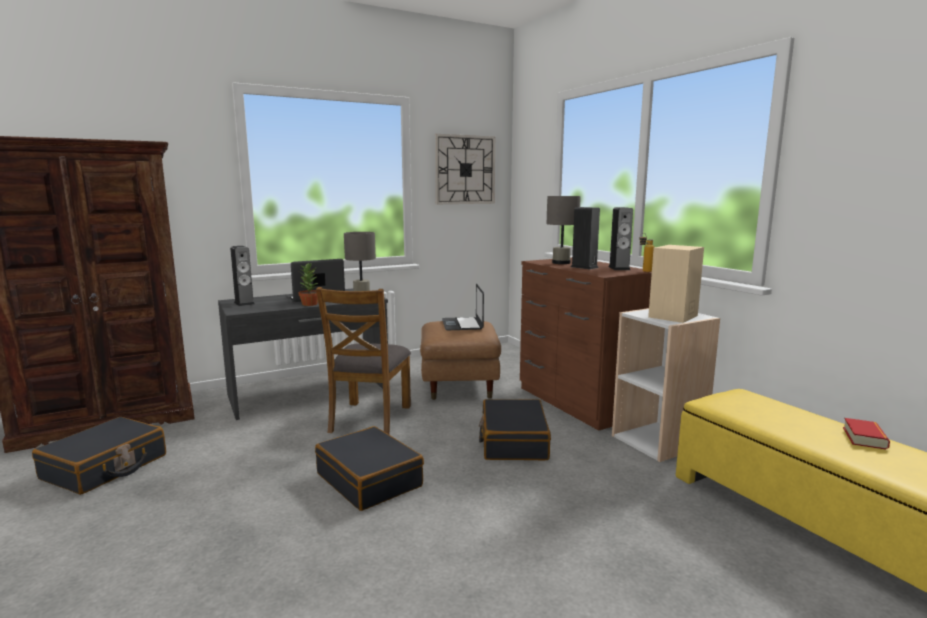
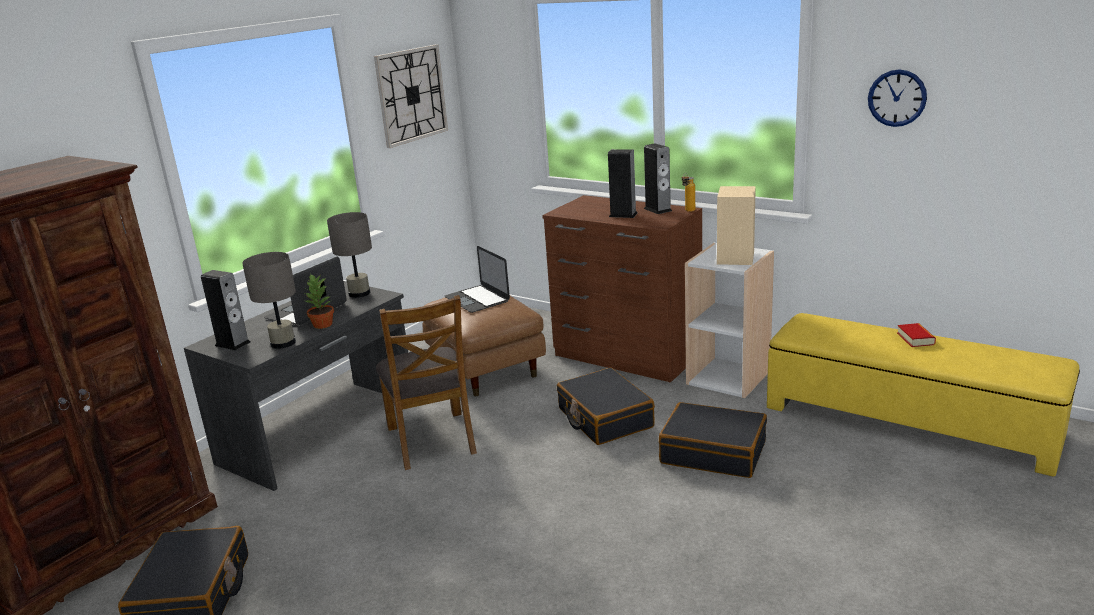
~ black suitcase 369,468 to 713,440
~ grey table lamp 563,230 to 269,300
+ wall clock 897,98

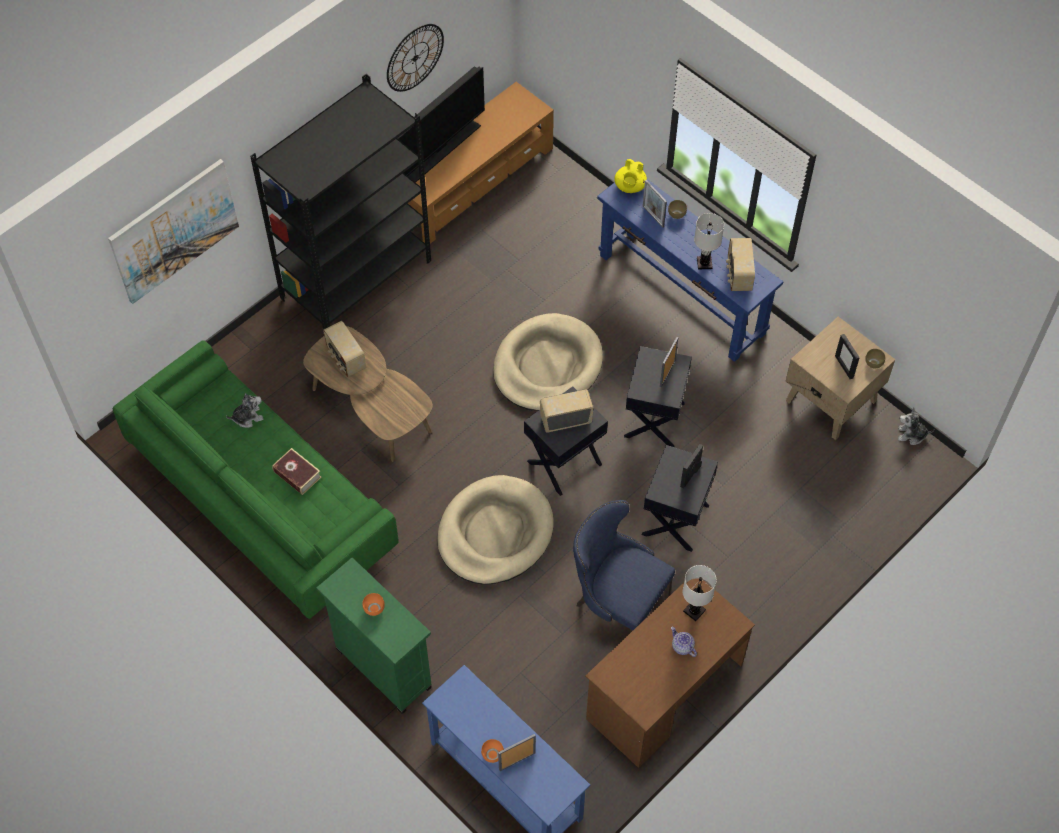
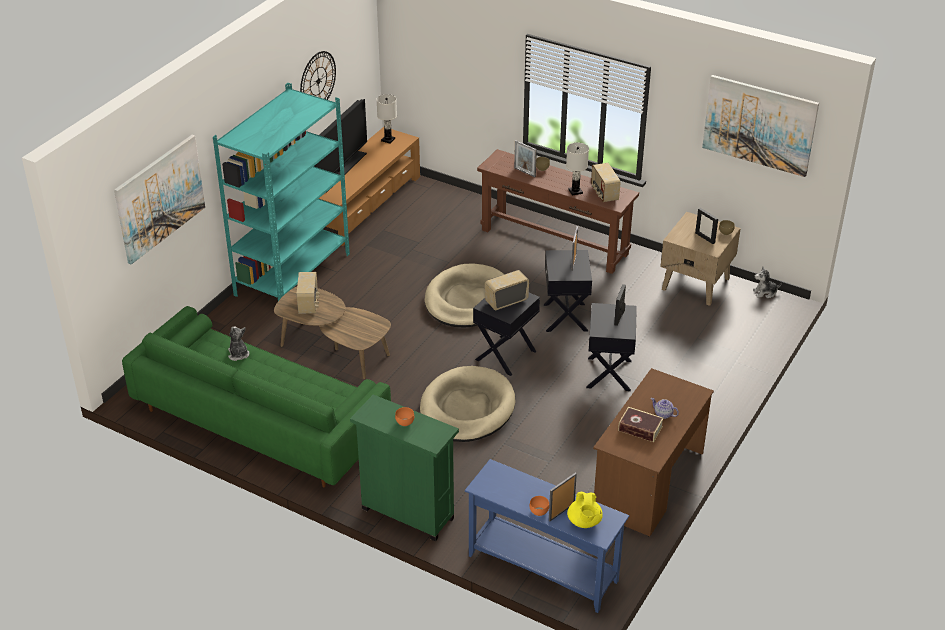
~ plush toy 244,410 = 238,344 75 degrees counterclockwise
~ black bookcase 340,202 to turquoise bookcase 281,192
~ book 296,471 to 641,424
~ radio 344,349 = 308,293 135 degrees counterclockwise
- blue chair 624,566
~ blue console table 690,270 to brown console table 558,211
~ yellow teapot 630,176 to 585,510
~ white table lamp 700,593 to 386,119
+ picture 760,126

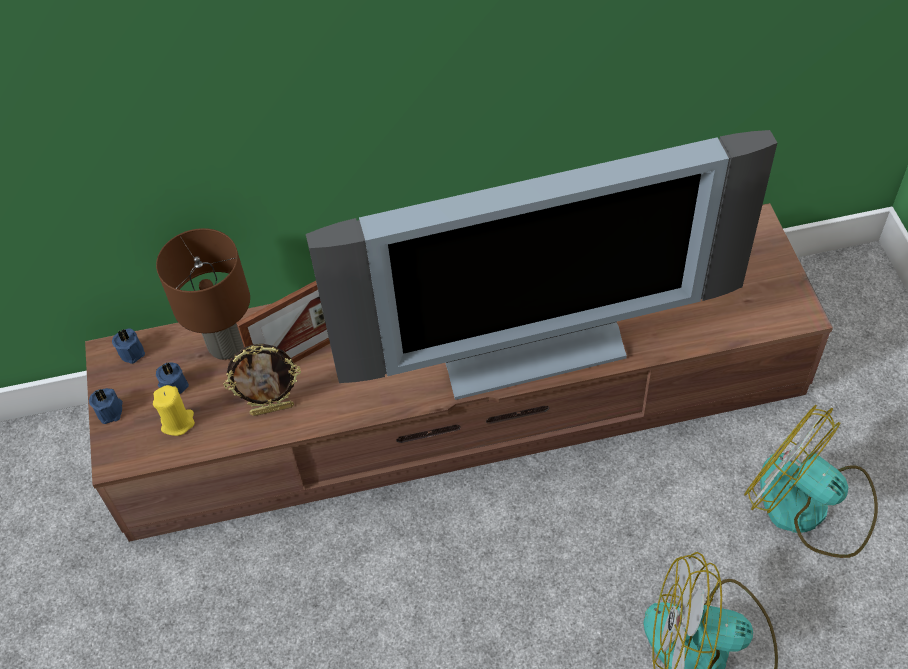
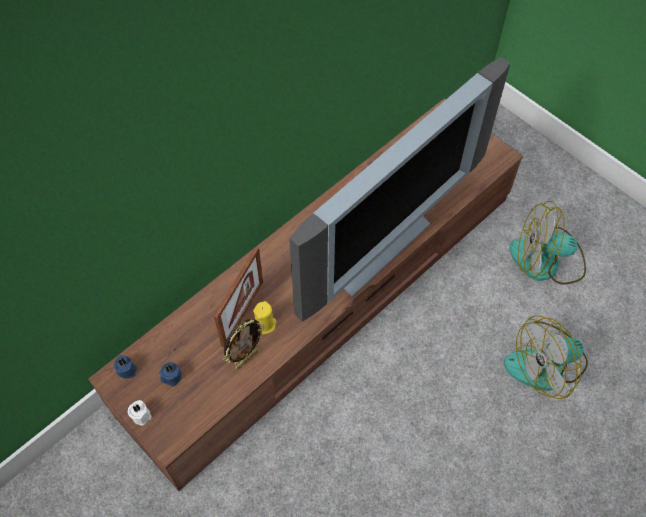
~ blue candle 106,406 to white candle 140,413
~ yellow candle 174,410 to 264,318
- brown table lamp 203,294

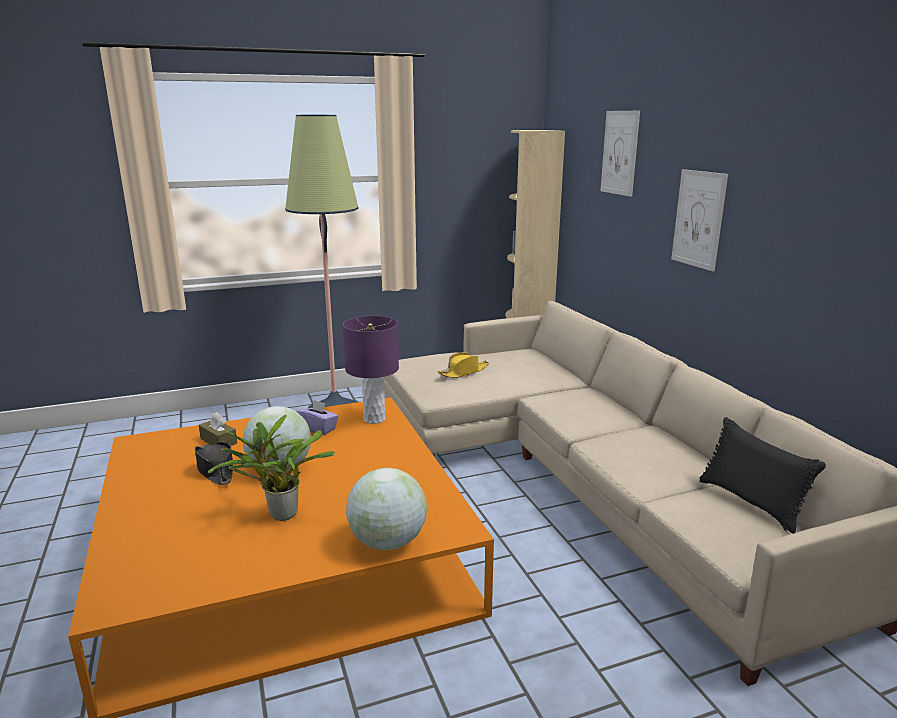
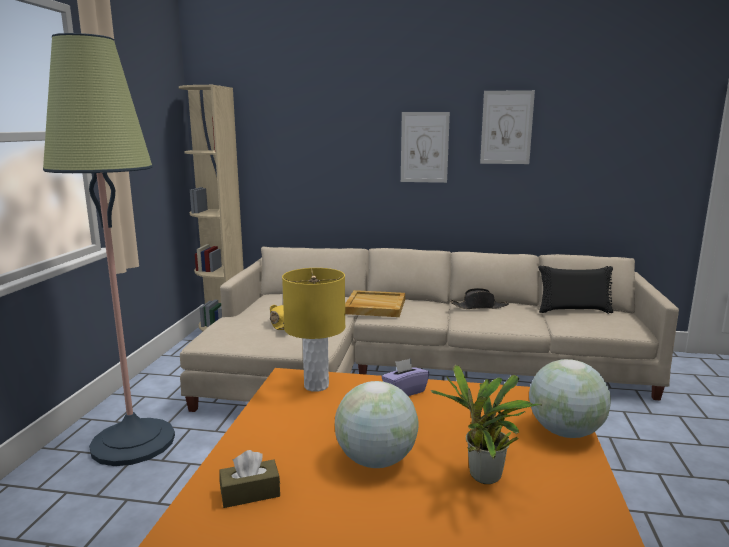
~ black hat 214,463 to 479,298
~ purple tissue box 317,417 to 405,377
~ purple table lamp 371,370 to yellow table lamp 313,330
~ picture 620,154 to 507,127
+ beige tray 375,303

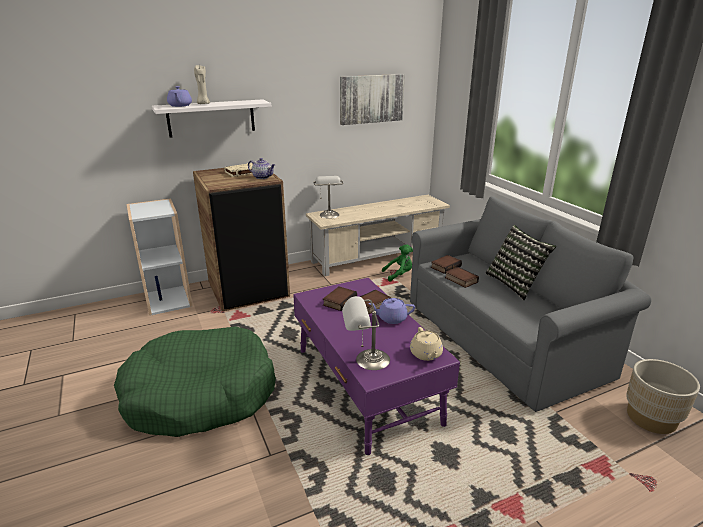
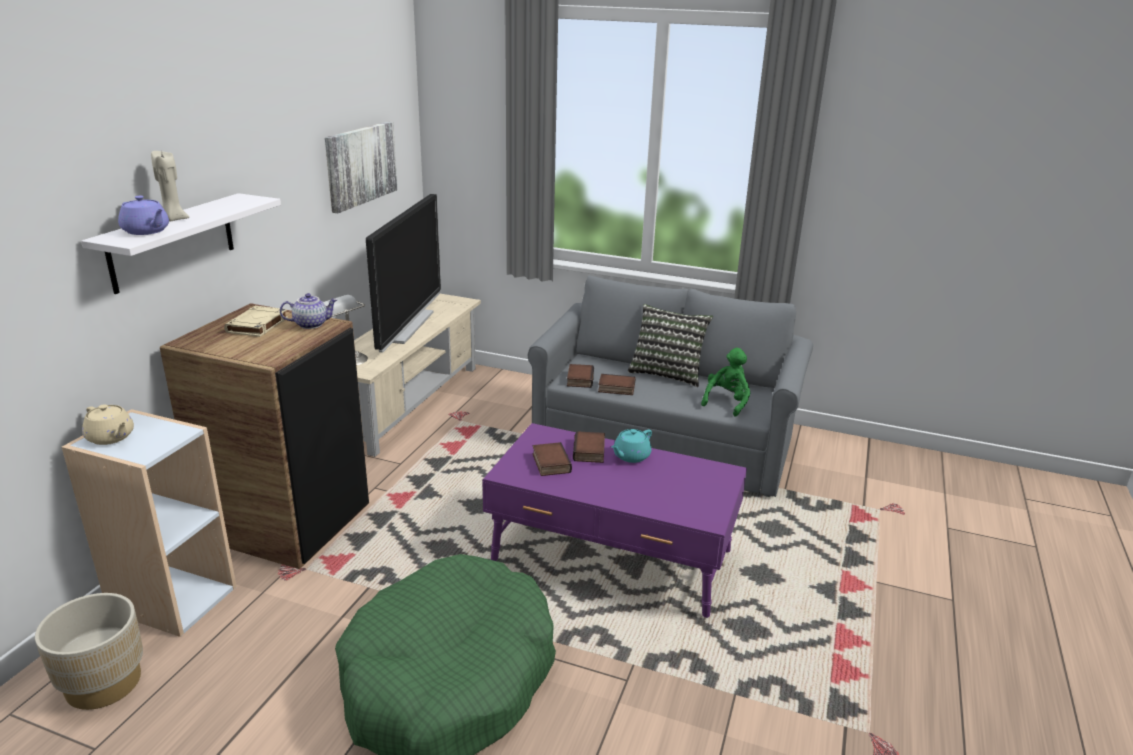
- white table lamp 366,333
~ purple teapot 391,311 to turquoise teapot 631,446
~ green plush toy 397,263 to 725,382
~ beige teapot 426,344 to 108,424
~ beige planter 663,396 to 89,651
+ television 403,273

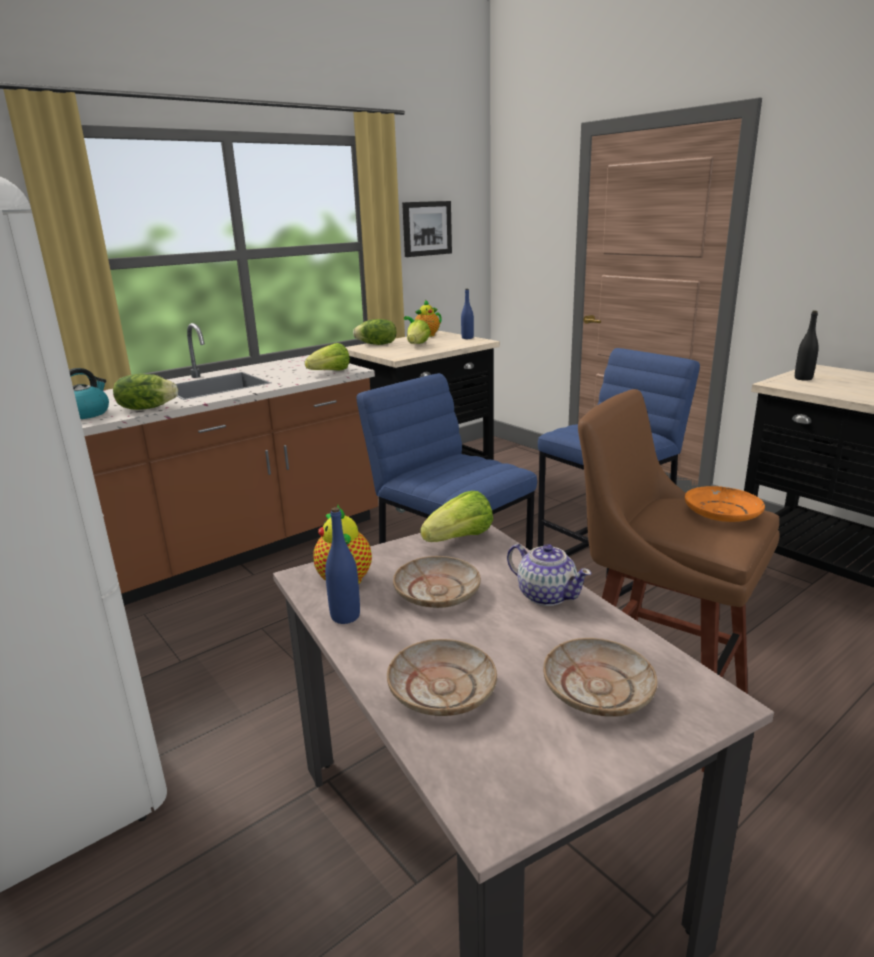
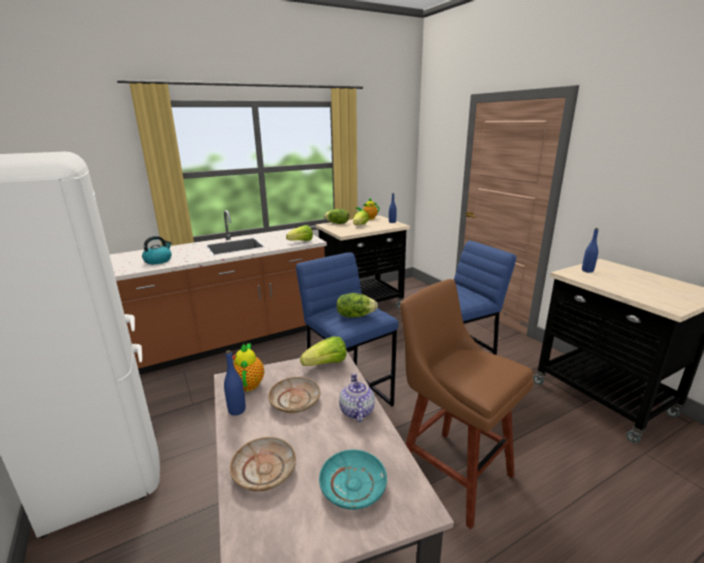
~ lettuce 145,392 to 357,305
- picture 427,229
~ teapot 549,575 = 357,397 150 degrees counterclockwise
~ beige plate 600,677 to turquoise plate 353,480
- orange plate 725,504
~ black bottle 807,346 to blue bottle 590,250

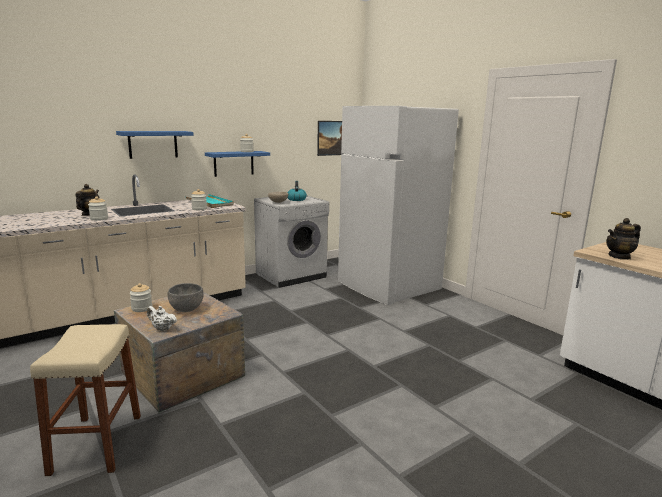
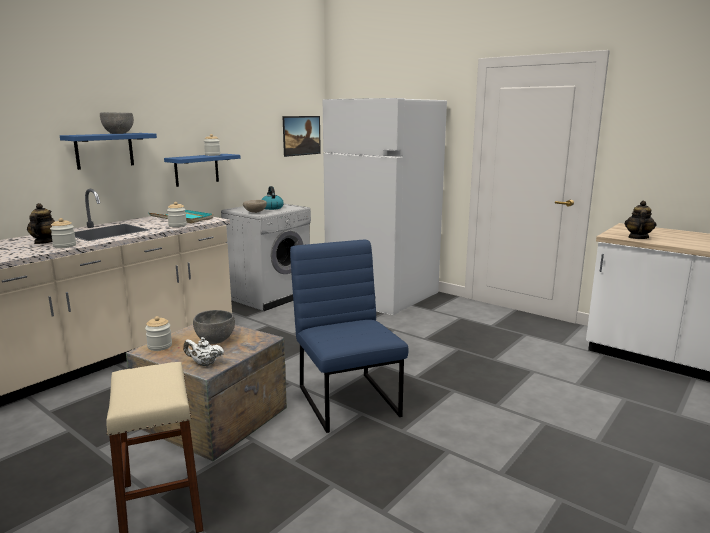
~ teapot 623,239 = 640,220 150 degrees clockwise
+ grey bowl 117,123
+ blue chair 349,336

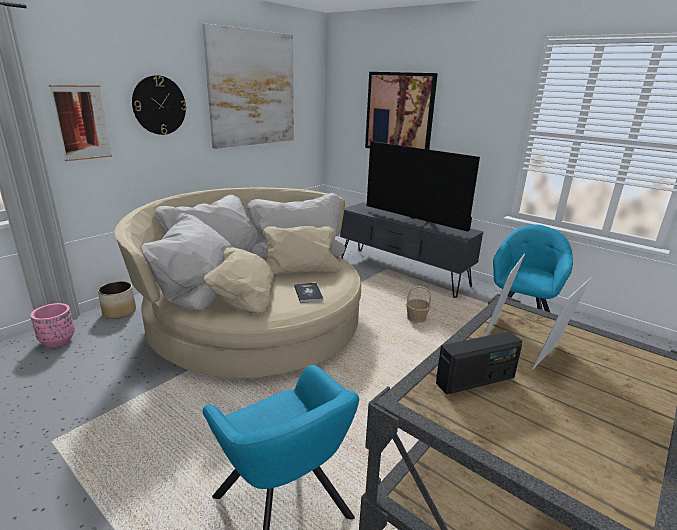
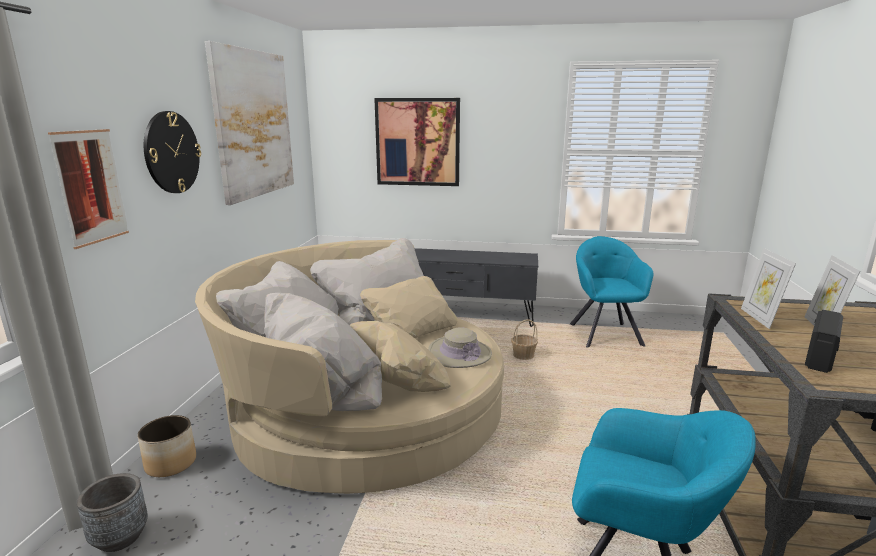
~ pink planter 52,325 to grey planter 112,512
~ book 309,293 to beige hat 460,347
- television 423,186

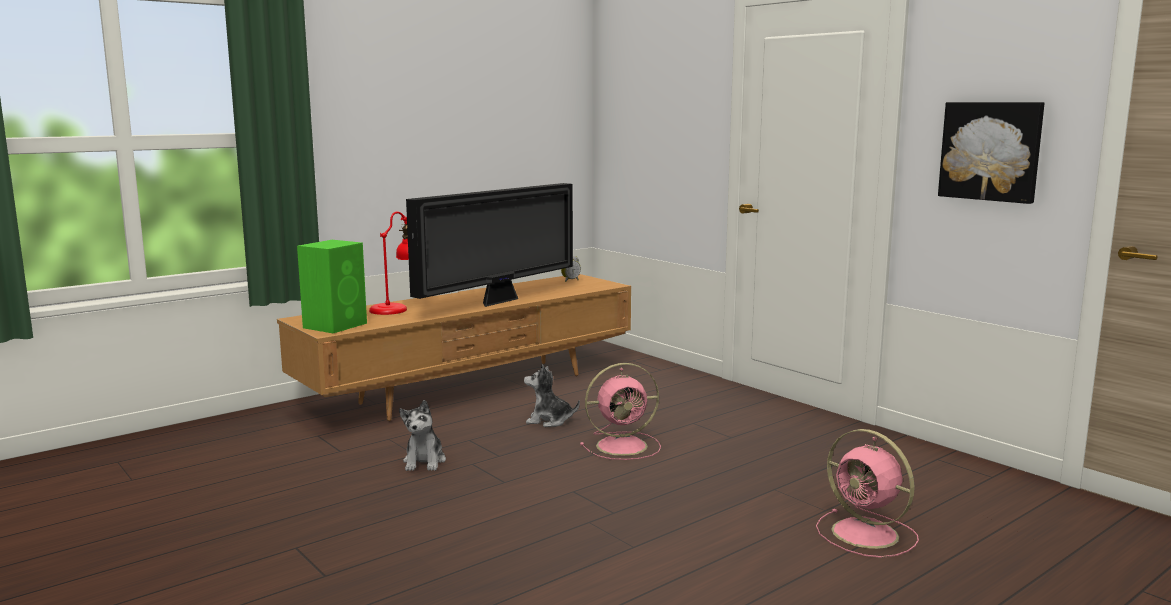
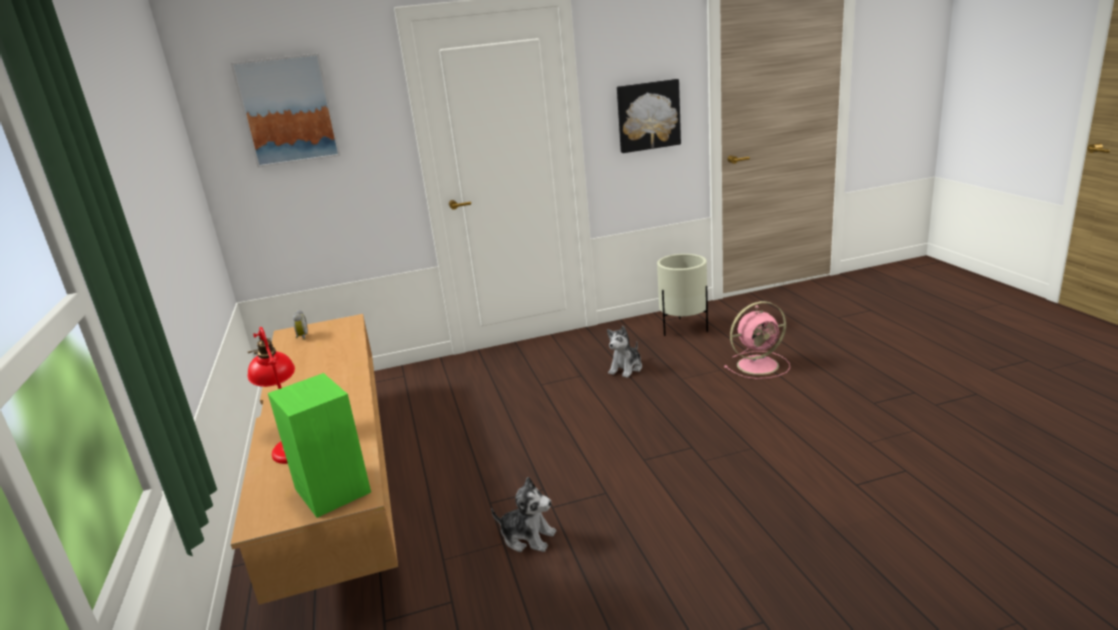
- television 489,245
~ plush toy 552,395 to 624,352
- pink fan 620,411
+ picture 286,110
+ beige planter 682,295

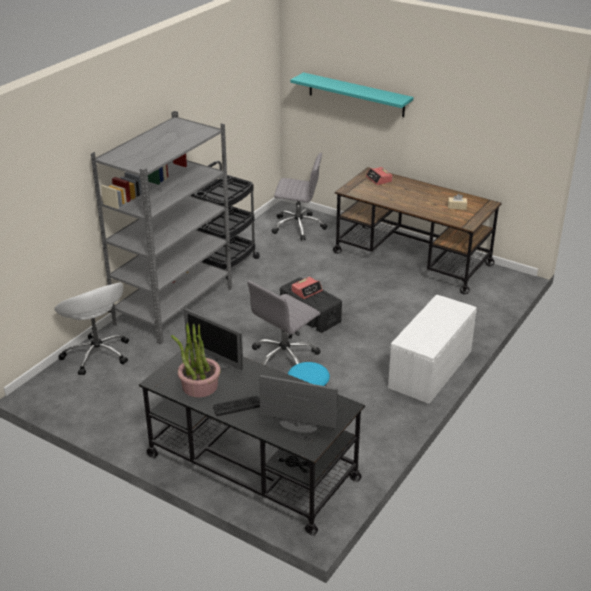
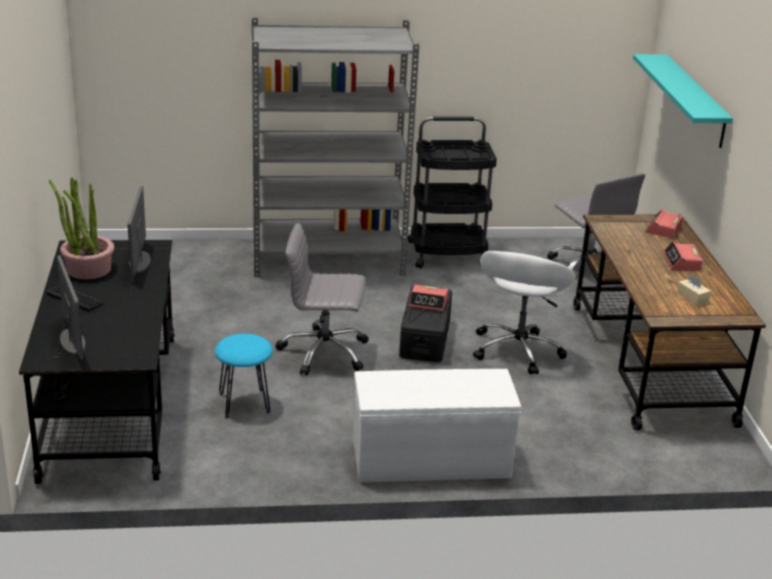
~ white office chair 91,328 to 524,312
+ alarm clock 683,256

